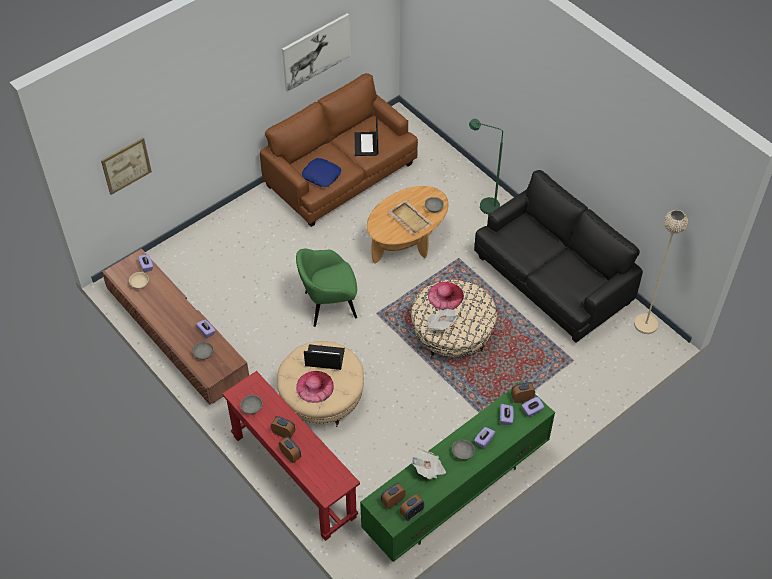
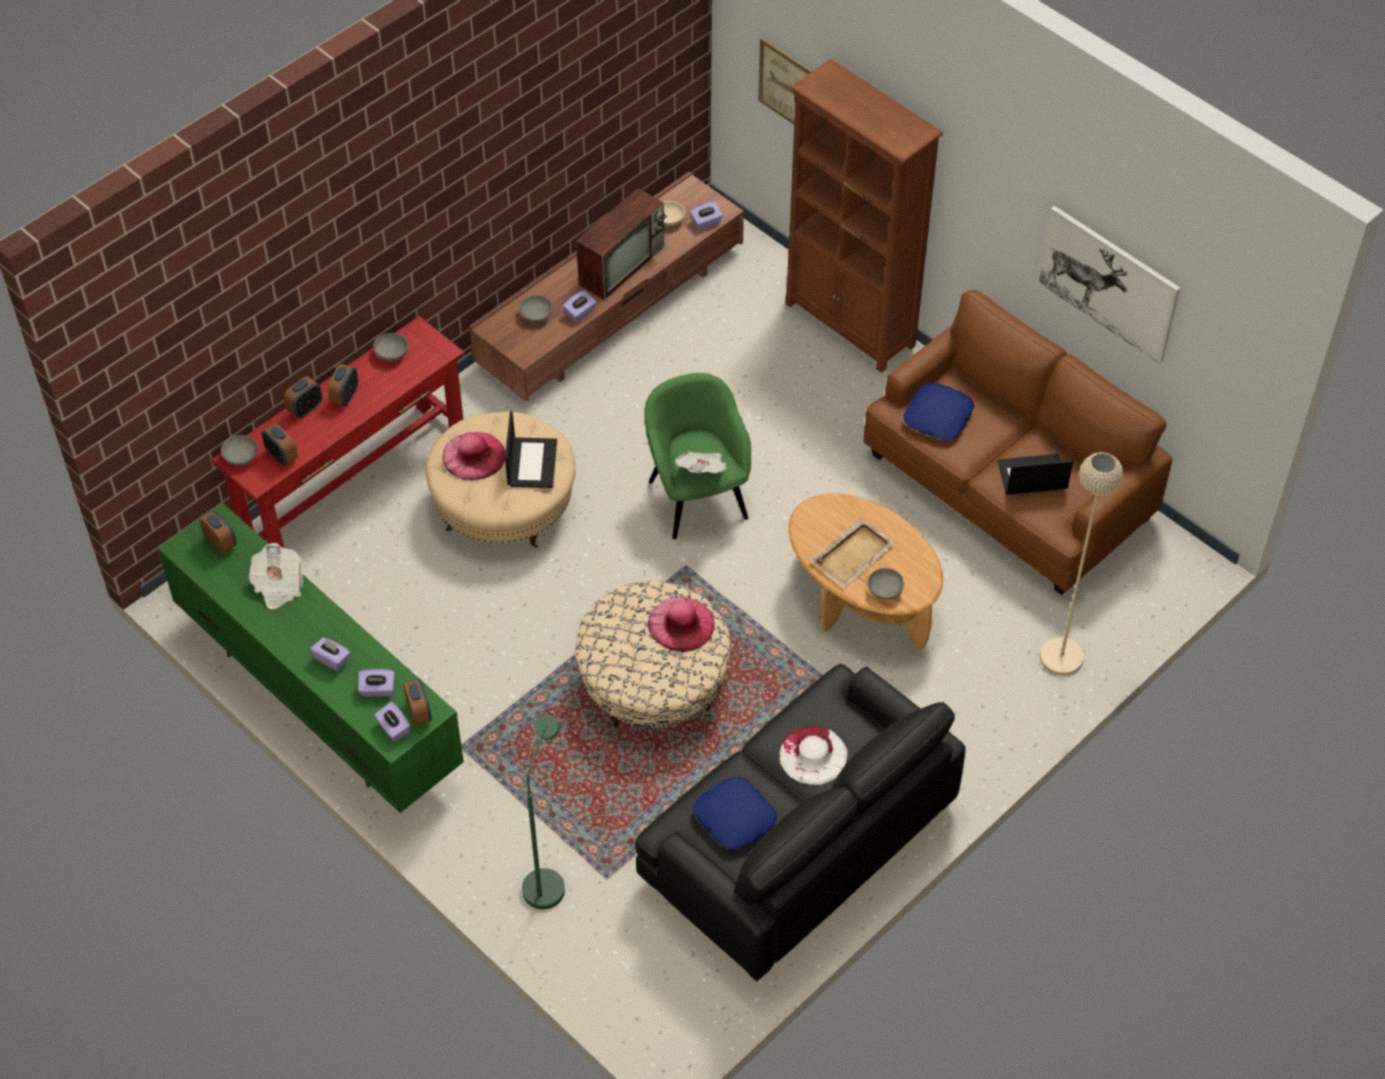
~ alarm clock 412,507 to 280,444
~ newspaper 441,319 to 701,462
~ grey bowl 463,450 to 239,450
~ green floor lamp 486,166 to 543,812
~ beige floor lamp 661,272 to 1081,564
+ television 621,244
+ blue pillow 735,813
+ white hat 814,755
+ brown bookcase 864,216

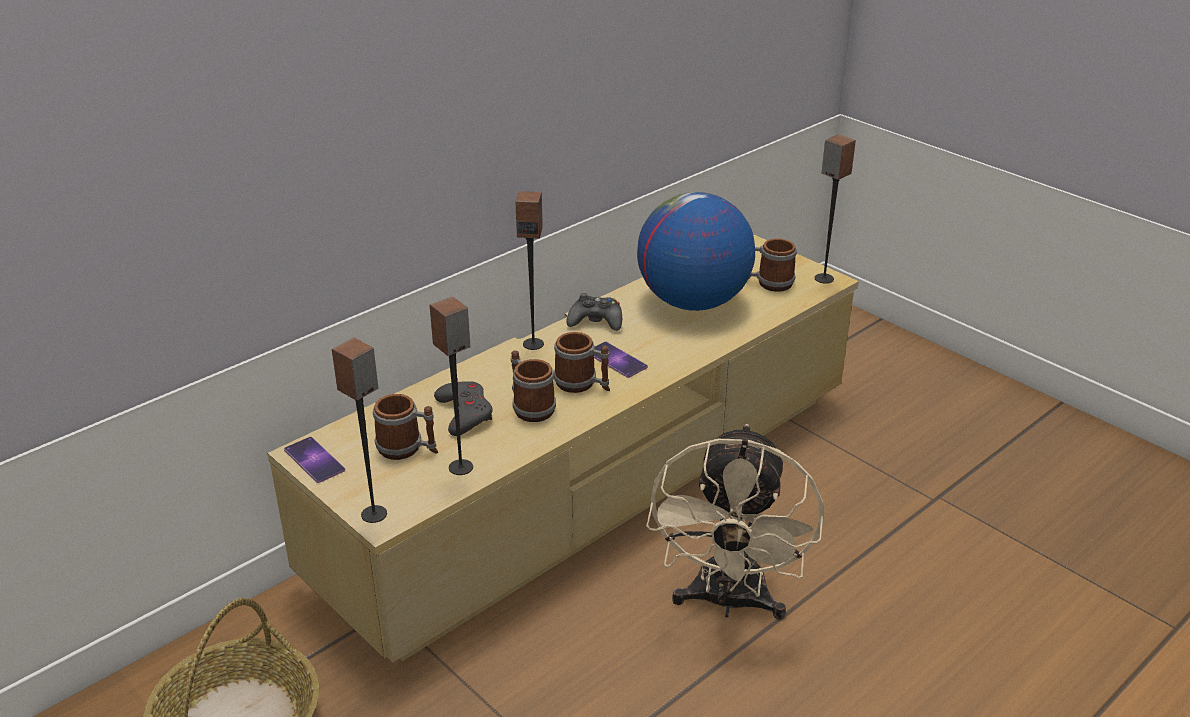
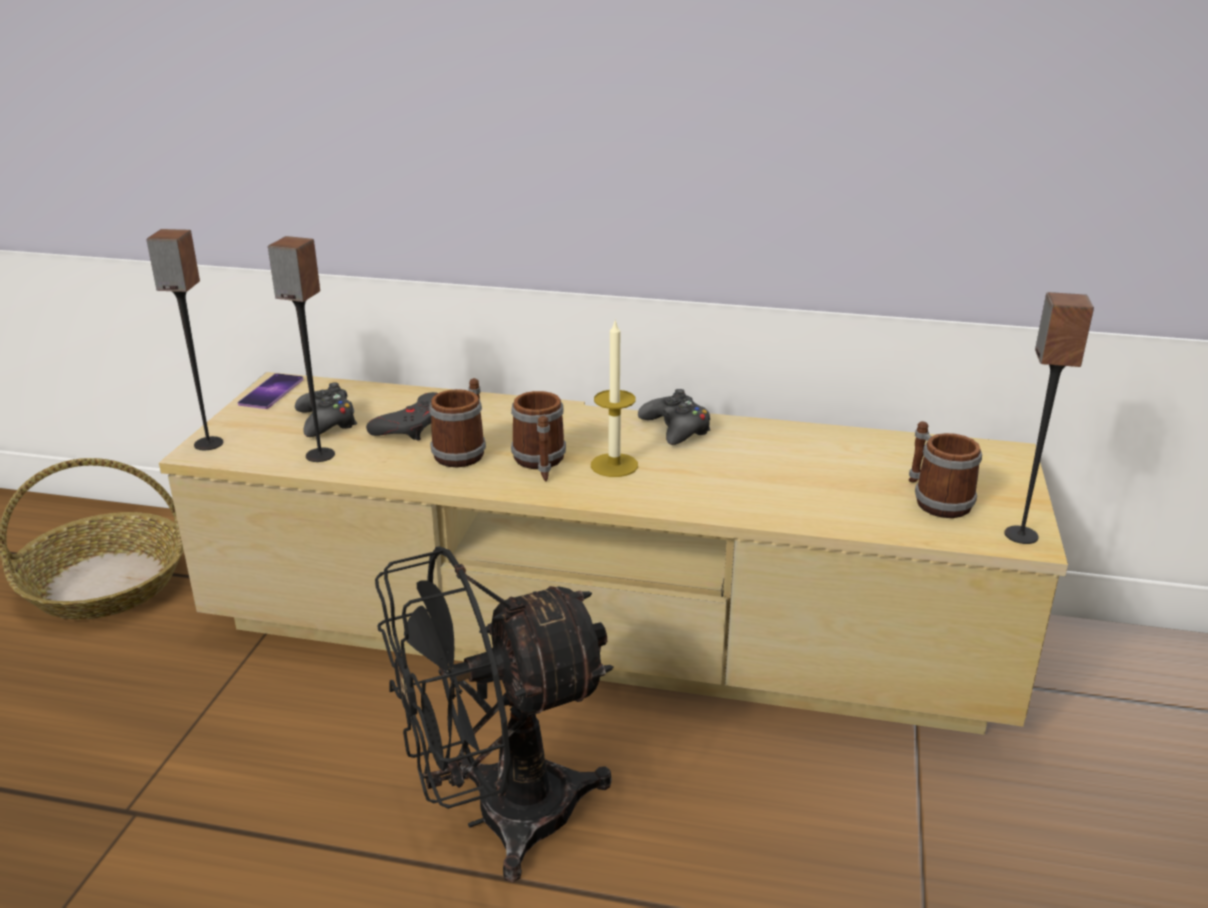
~ mug 405,427 to black game controller 326,410
- speaker 529,270
~ phone 621,359 to candle 614,398
- globe 696,251
~ beige fan 734,522 to black fan 494,714

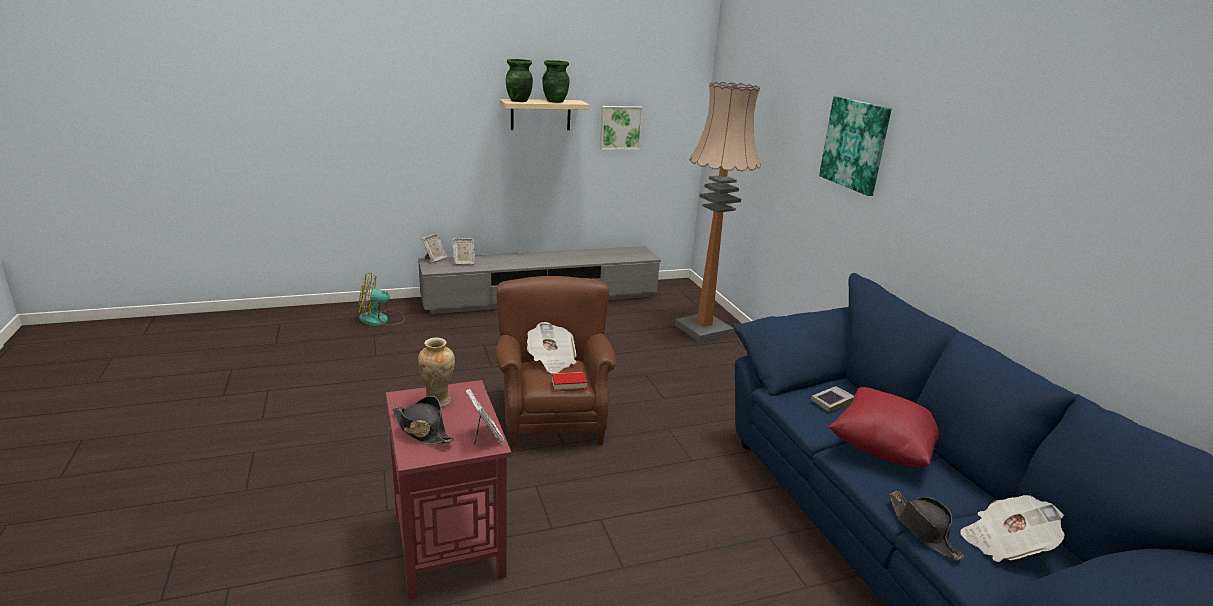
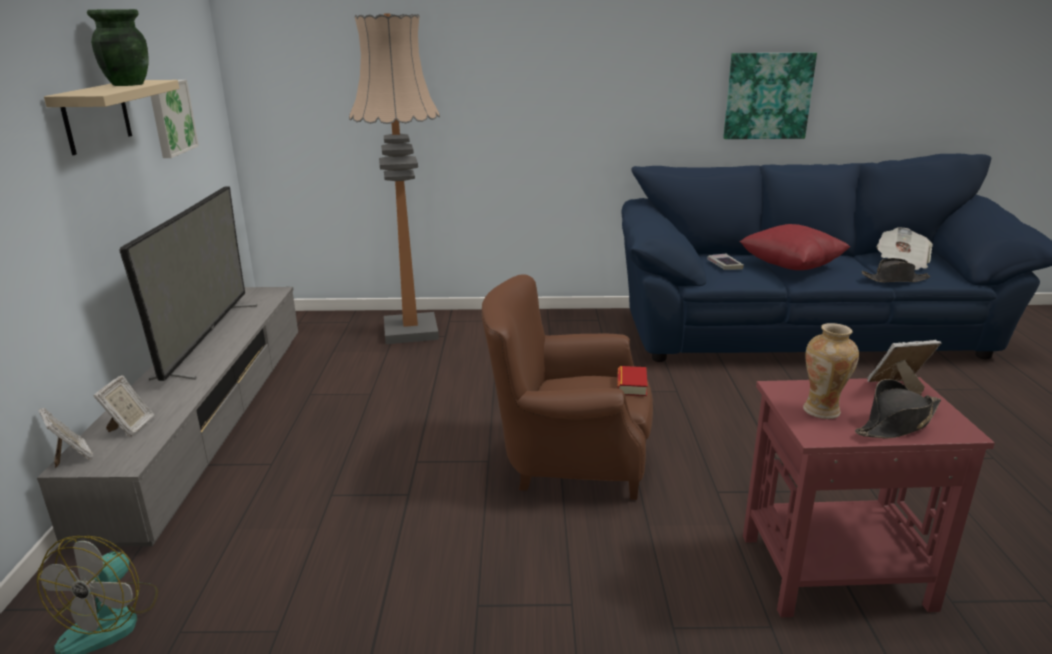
- green vase 519,80
- newspaper 552,347
~ picture 855,146 to 770,95
+ television 188,284

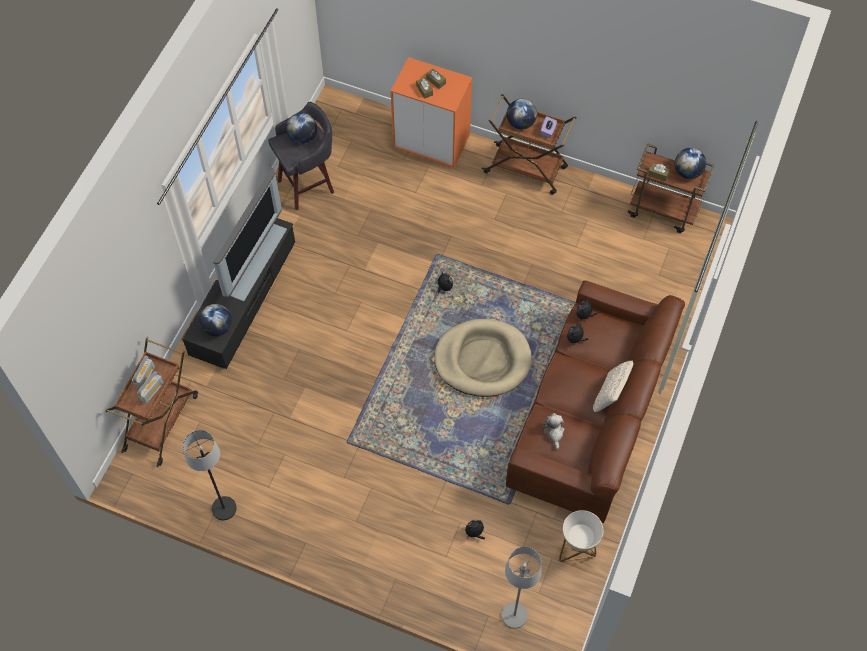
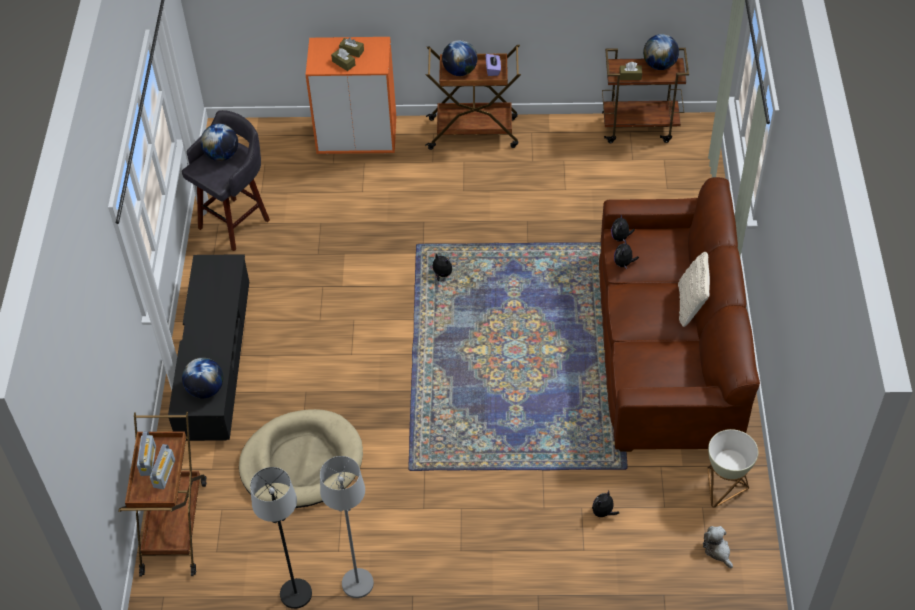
- television 250,234
~ beige dog bed 483,358 to 301,458
~ grey floor lamp 522,588 to 347,527
~ plush toy 554,431 to 718,547

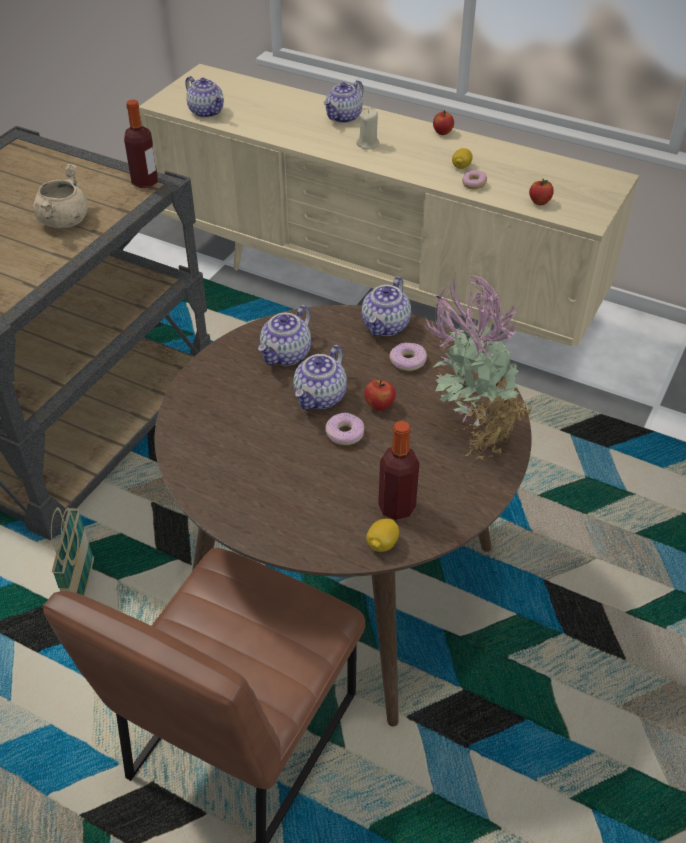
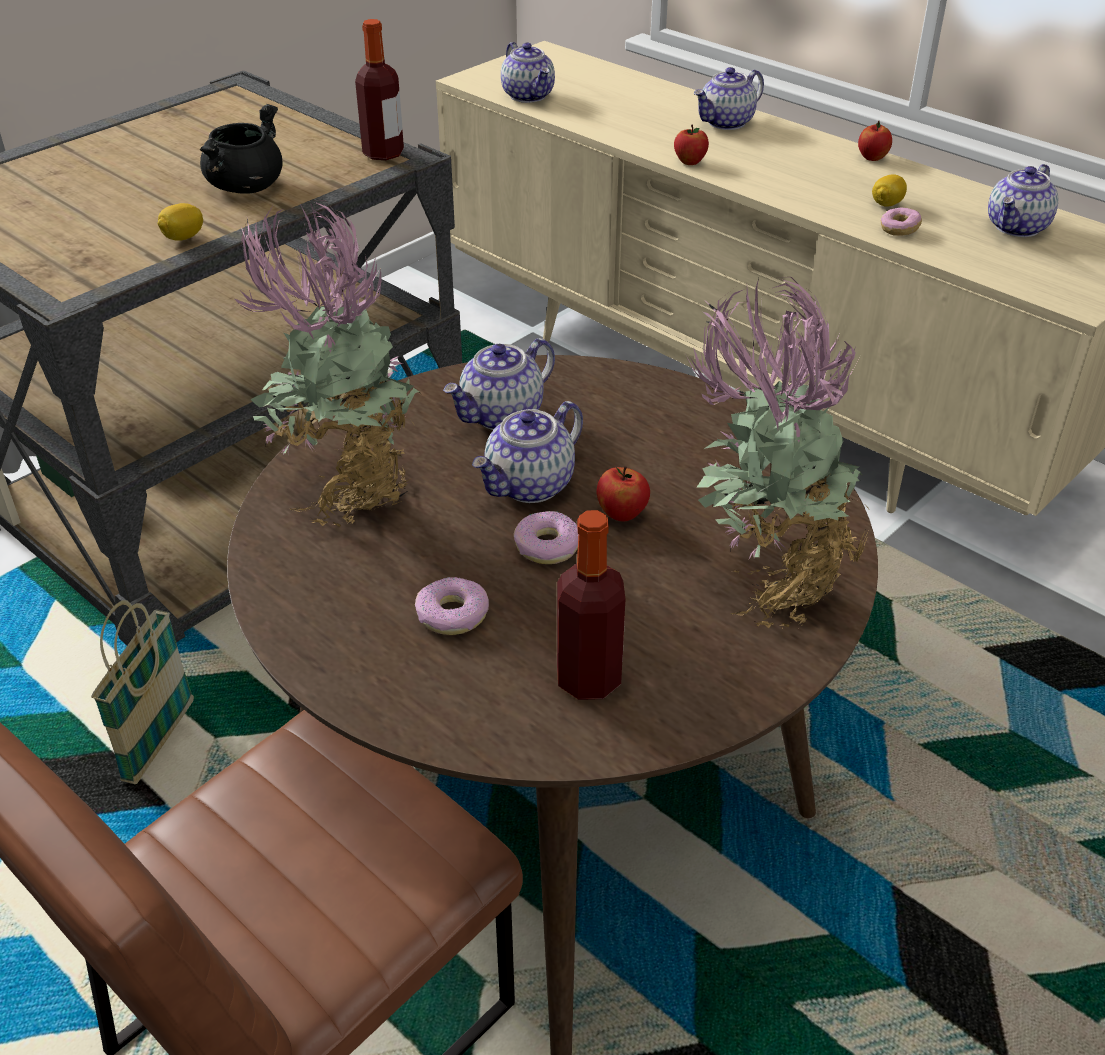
~ beige cooking pot 60,196 to black cooking pot 241,149
- beige candle 367,129
~ teapot 386,306 to 1023,200
~ lemon 382,535 to 180,222
~ donut 408,357 to 452,606
~ apple 541,192 to 691,145
+ potted plant 328,364

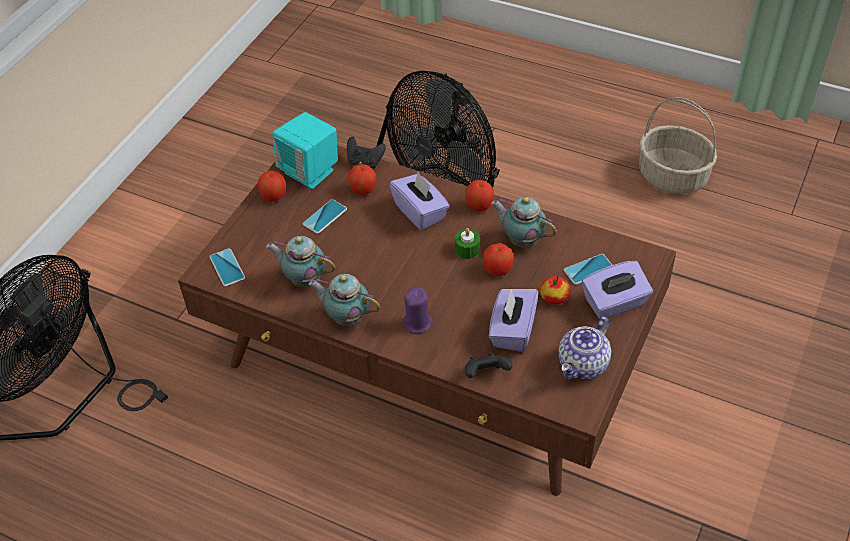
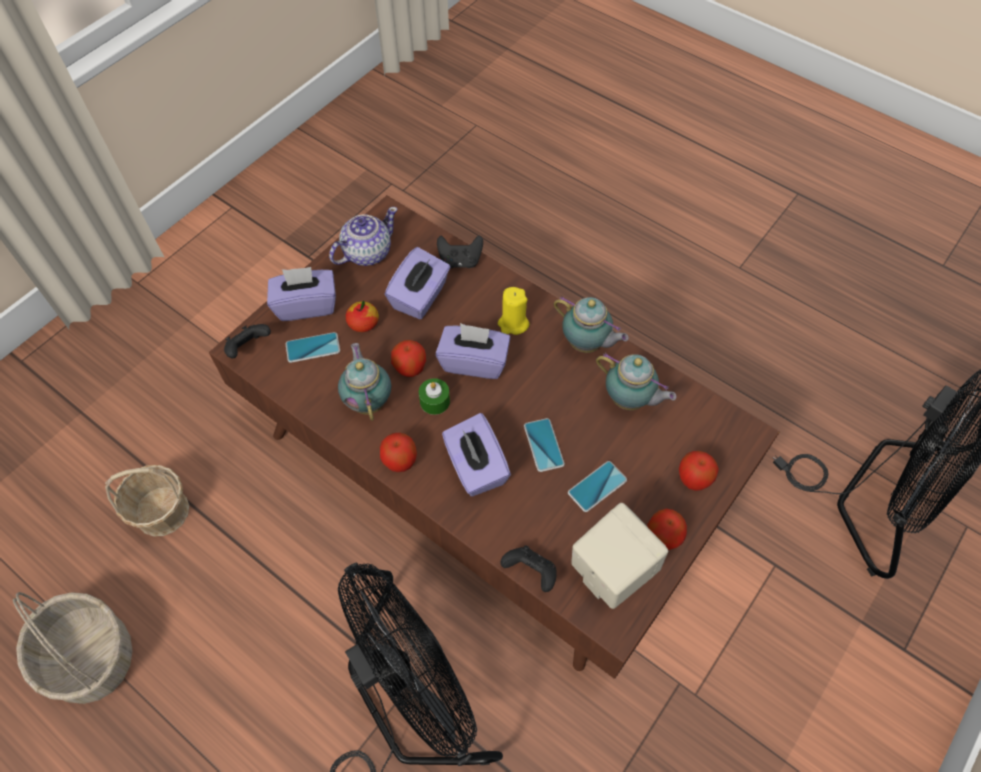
~ phone 227,267 to 544,445
~ turquoise speaker 305,150 to beige speaker 619,556
~ apple 362,179 to 699,471
~ purple candle 418,310 to yellow candle 513,311
~ teapot 524,222 = 364,382 150 degrees counterclockwise
+ basket 147,501
+ black game controller 247,341
+ purple tissue box 473,351

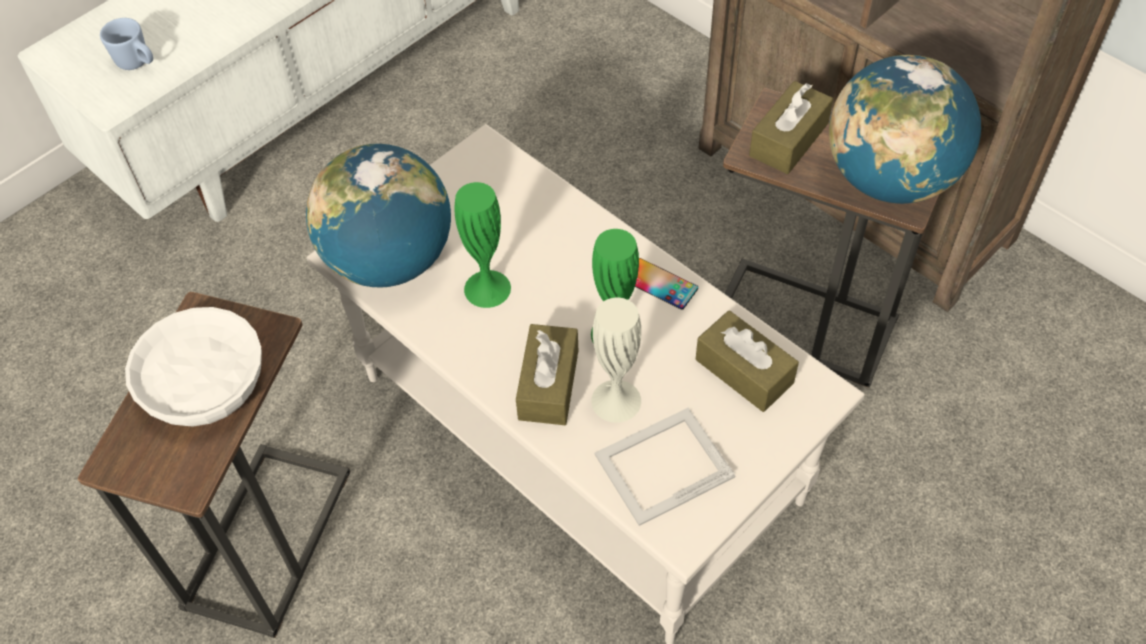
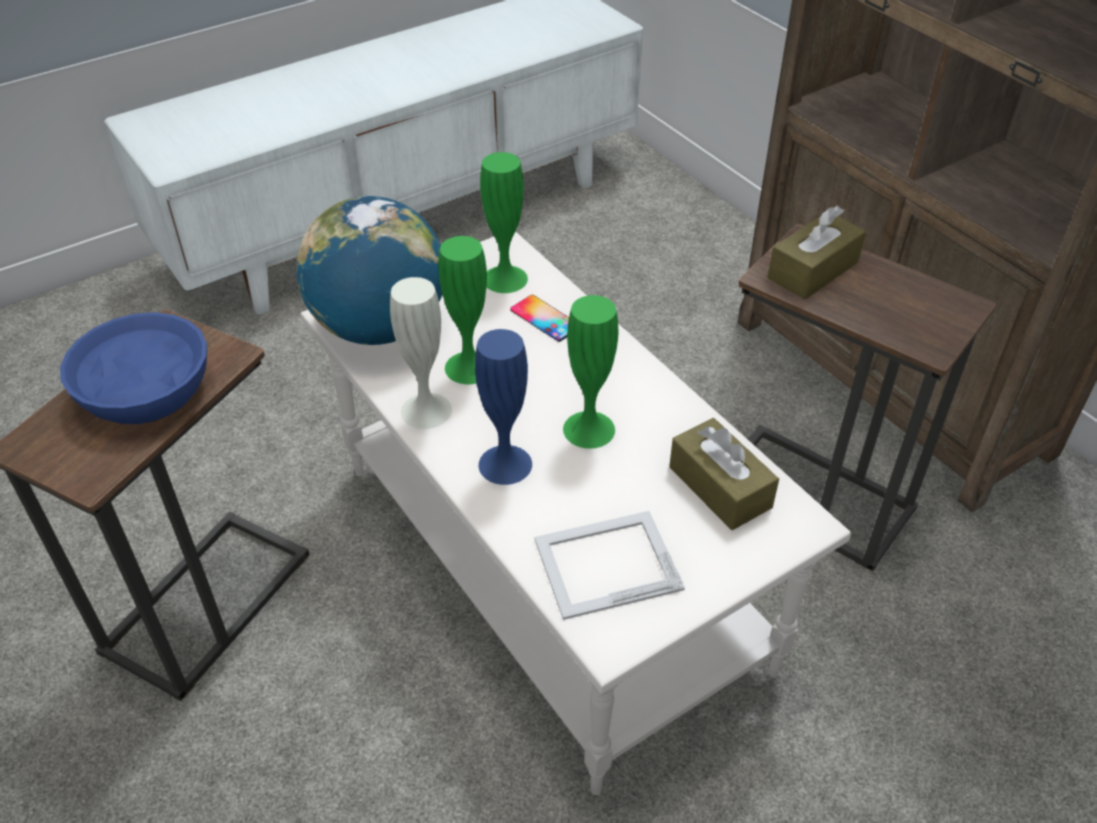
- blue mug 126,44
~ white bowl 193,367 to blue bowl 133,368
~ brown tissue box 547,374 to blue vase 503,407
~ white vase 616,360 to 421,353
~ phone 666,283 to 539,318
- globe 905,129
+ green vase 504,222

